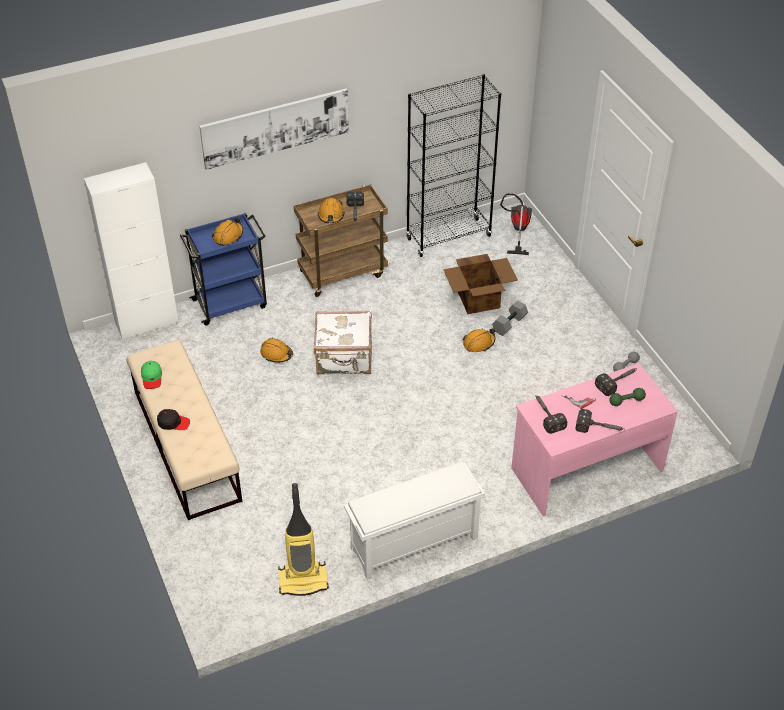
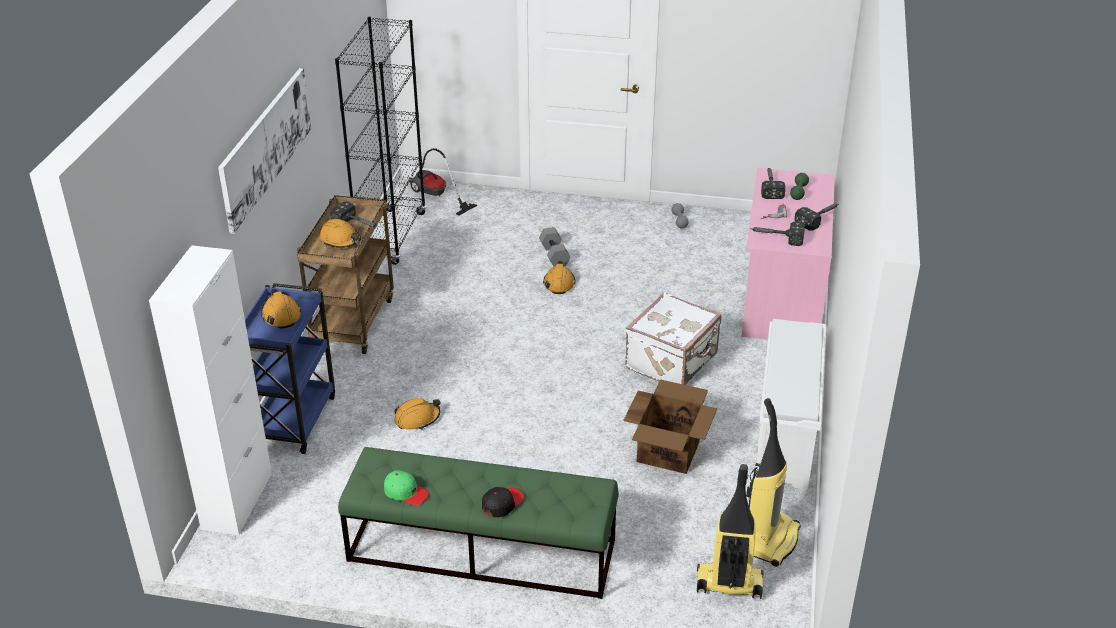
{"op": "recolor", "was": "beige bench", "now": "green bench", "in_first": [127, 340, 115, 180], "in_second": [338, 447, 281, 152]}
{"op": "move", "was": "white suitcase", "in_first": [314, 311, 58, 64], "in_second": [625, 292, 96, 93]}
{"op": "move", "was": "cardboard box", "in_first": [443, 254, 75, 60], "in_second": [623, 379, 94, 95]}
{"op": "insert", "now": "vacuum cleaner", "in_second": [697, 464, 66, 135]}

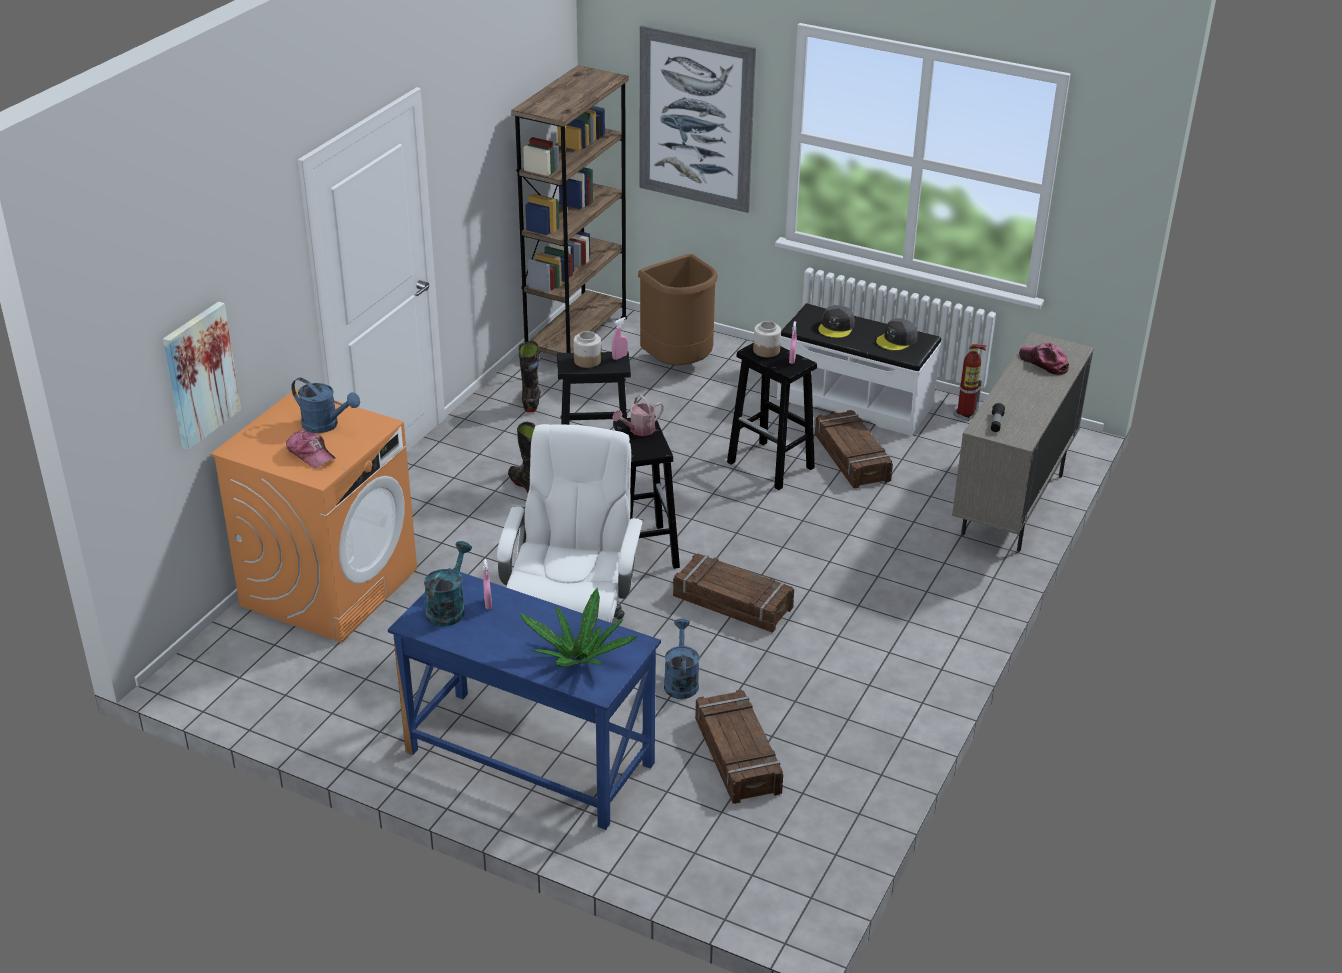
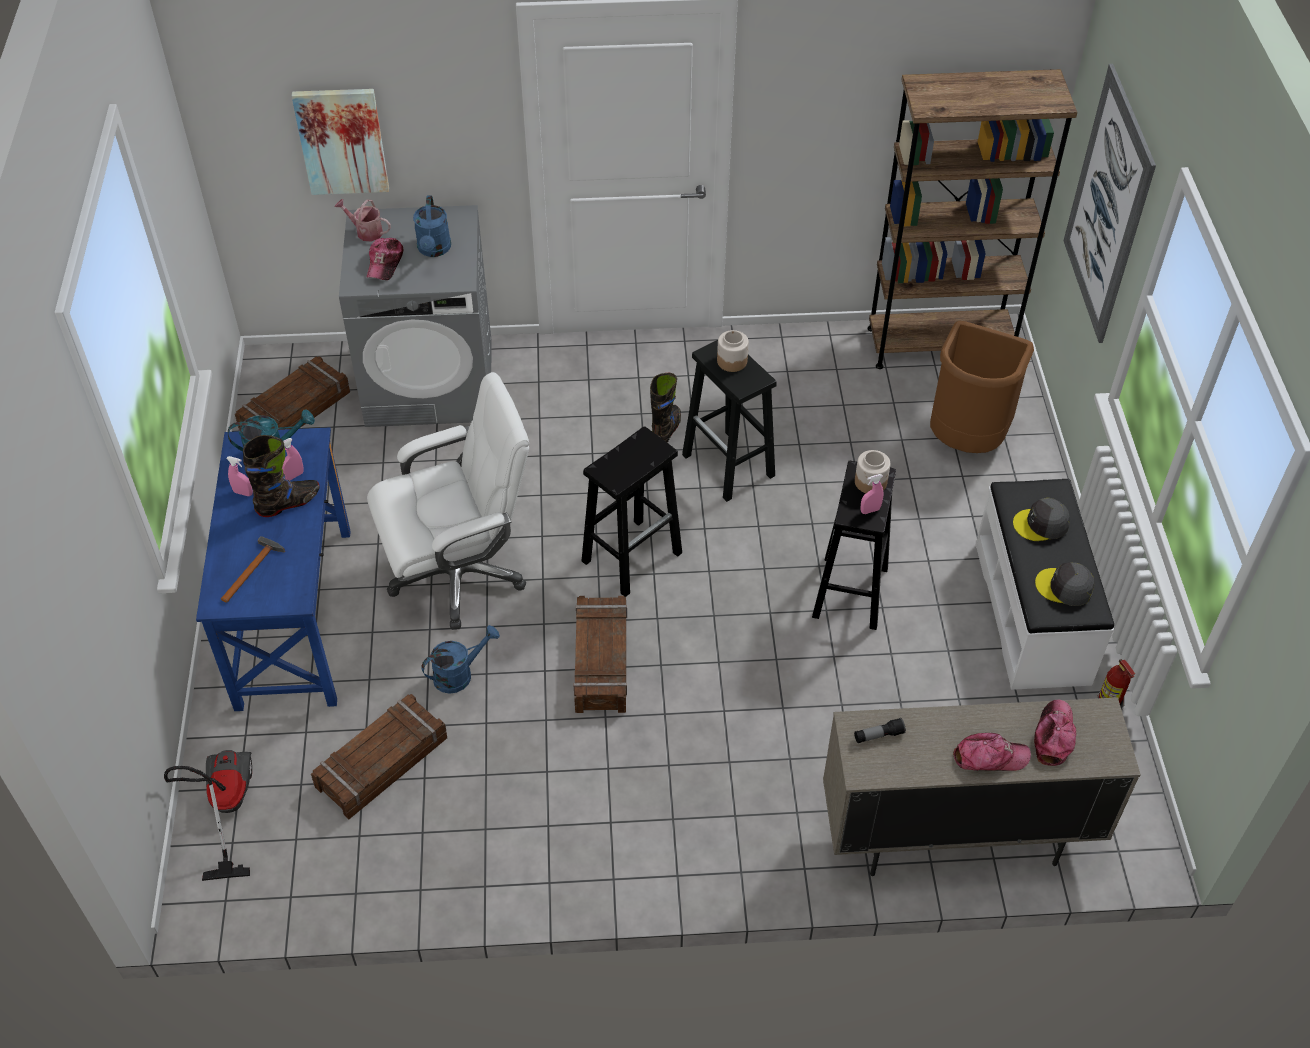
{"op": "recolor", "was": "orange washing machine", "now": "grey washing machine", "in_first": [211, 388, 206, 255], "in_second": [339, 205, 153, 222]}
{"op": "move", "was": "black boot", "in_first": [518, 341, 23, 71], "in_second": [243, 435, 77, 82]}
{"op": "replace", "was": "potted plant", "now": "hammer", "in_first": [520, 588, 118, 79], "in_second": [221, 536, 64, 67]}
{"op": "move", "was": "pink spray bottle", "in_first": [612, 317, 16, 43], "in_second": [226, 456, 27, 40]}
{"op": "move", "was": "watering can", "in_first": [612, 395, 52, 41], "in_second": [335, 199, 56, 43]}
{"op": "move", "was": "crate", "in_first": [815, 410, 78, 78], "in_second": [235, 356, 115, 74]}
{"op": "insert", "now": "vacuum cleaner", "in_second": [164, 750, 88, 131]}
{"op": "insert", "now": "cap", "in_second": [953, 733, 78, 38]}

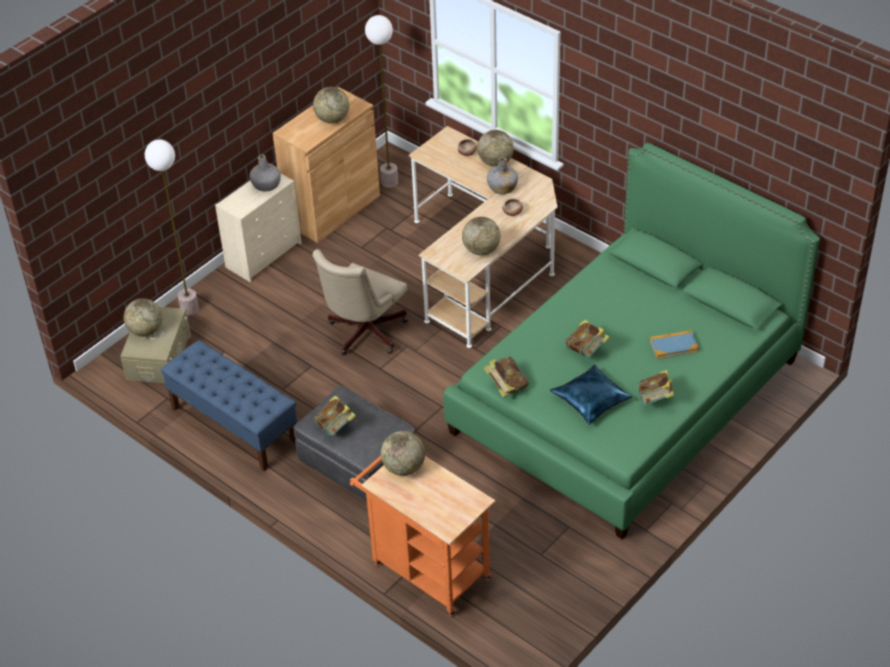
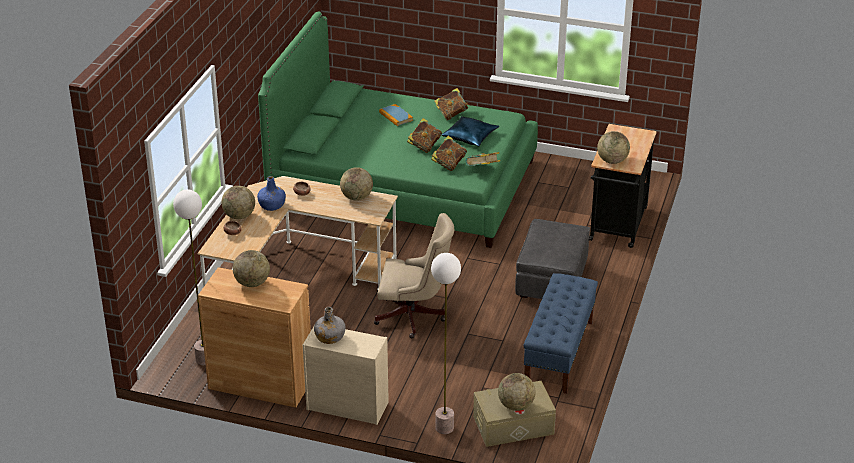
{"op": "move", "was": "book", "in_first": [314, 395, 42, 40], "in_second": [431, 136, 36, 35]}
{"op": "recolor", "was": "orange cart", "now": "black cart", "in_first": [350, 456, 145, 160], "in_second": [589, 124, 68, 124]}
{"op": "recolor", "was": "grey bottle", "now": "blue bottle", "in_first": [487, 157, 31, 37], "in_second": [257, 176, 29, 35]}

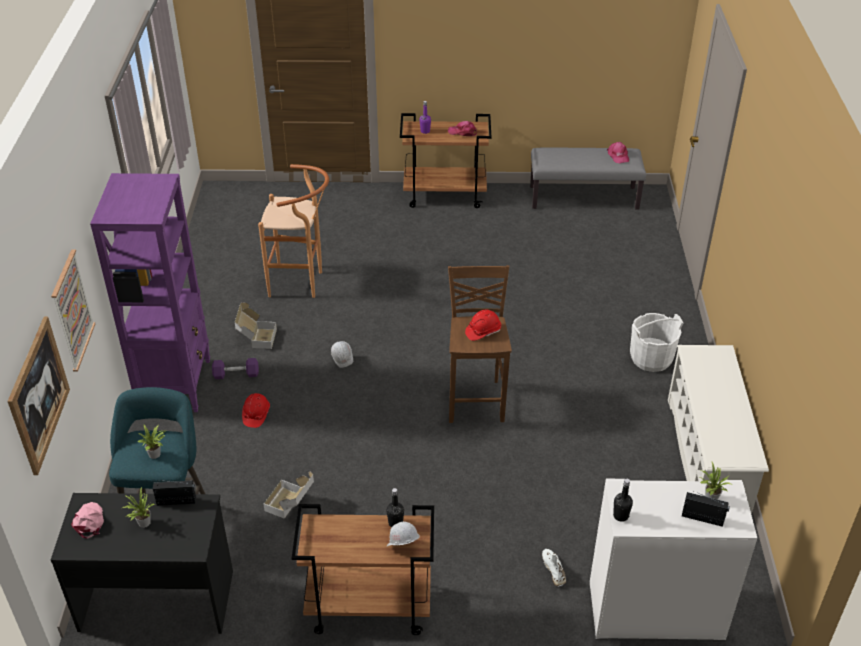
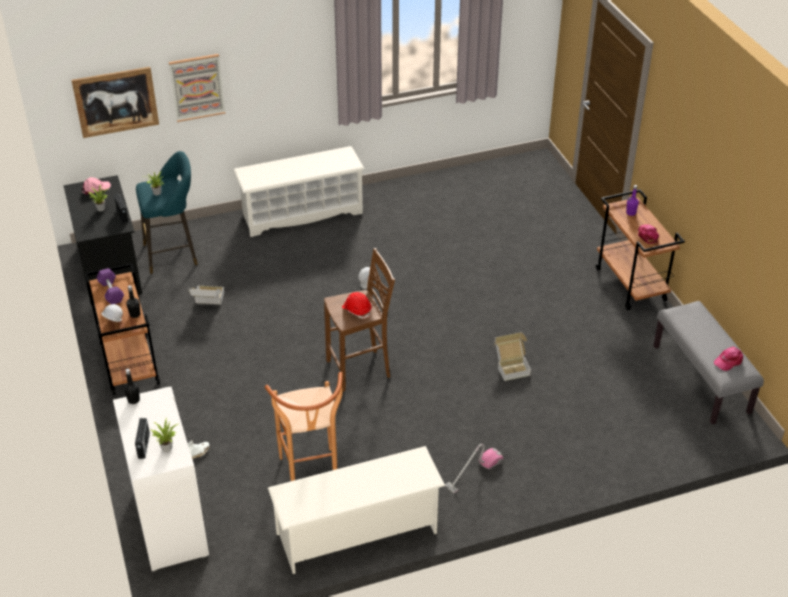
{"op": "replace", "was": "purple bookcase", "now": "white shoe rack", "in_first": [90, 173, 120, 239], "in_second": [233, 146, 131, 91]}
{"op": "move", "was": "purple dumbbell", "in_first": [212, 358, 47, 21], "in_second": [96, 268, 28, 36]}
{"op": "move", "was": "cardboard box", "in_first": [235, 303, 42, 46], "in_second": [494, 332, 37, 49]}
{"op": "delete", "was": "red hard hat", "in_first": [242, 393, 28, 35]}
{"op": "move", "was": "brown stool", "in_first": [258, 164, 71, 134], "in_second": [265, 372, 78, 109]}
{"op": "replace", "was": "white bucket", "now": "vacuum cleaner", "in_first": [630, 313, 53, 59], "in_second": [445, 444, 58, 50]}

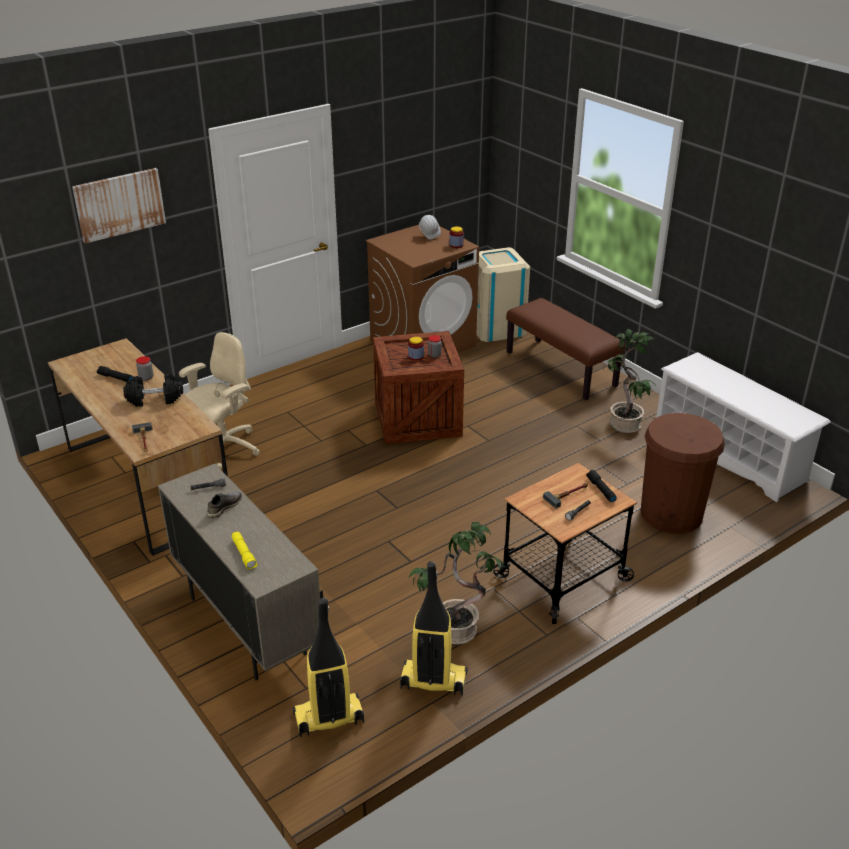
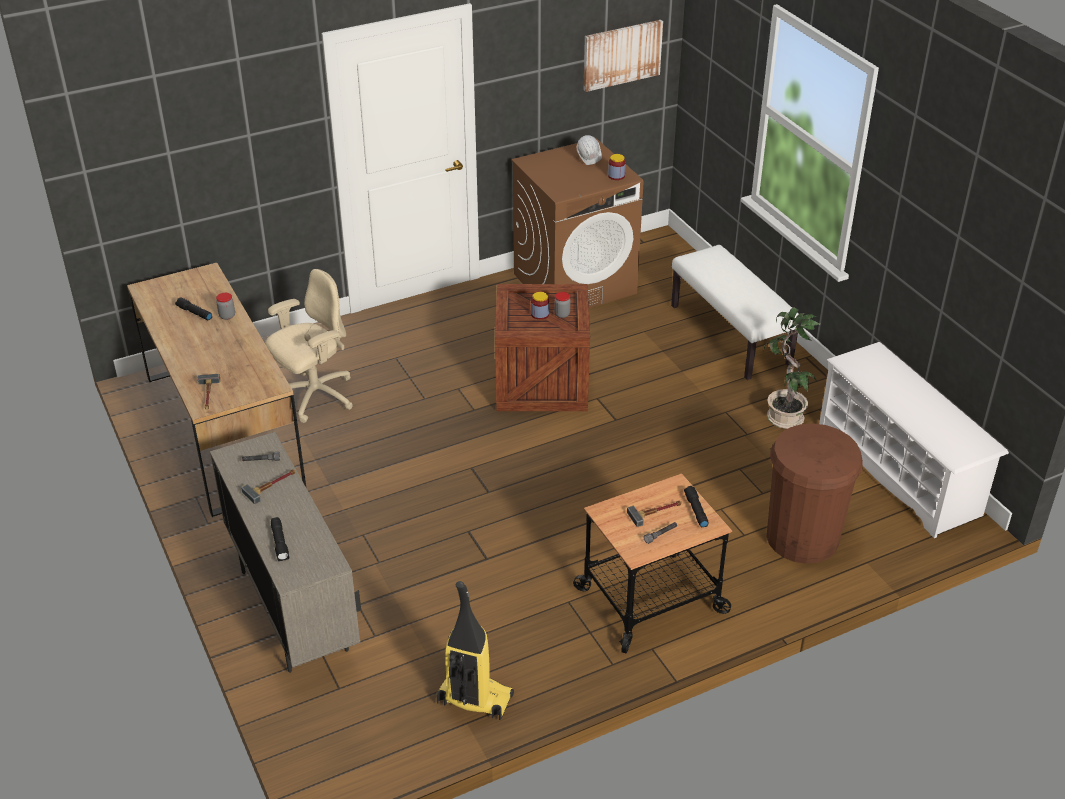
{"op": "move", "was": "picture", "in_first": [72, 168, 94, 75], "in_second": [583, 20, 80, 72]}
{"op": "delete", "was": "black dumbbell", "in_first": [124, 373, 59, 34]}
{"op": "replace", "was": "grey shoe", "now": "hammer", "in_first": [207, 492, 35, 26], "in_second": [241, 469, 55, 35]}
{"op": "recolor", "was": "yellow flashlight", "now": "black flashlight", "in_first": [232, 532, 25, 37], "in_second": [271, 517, 18, 44]}
{"op": "delete", "was": "vacuum cleaner", "in_first": [293, 598, 71, 139]}
{"op": "delete", "was": "potted plant", "in_first": [408, 522, 95, 123]}
{"op": "delete", "was": "beige trash can", "in_first": [476, 247, 54, 95]}
{"op": "recolor", "was": "brown bench", "now": "white bench", "in_first": [506, 298, 119, 102], "in_second": [671, 245, 127, 135]}

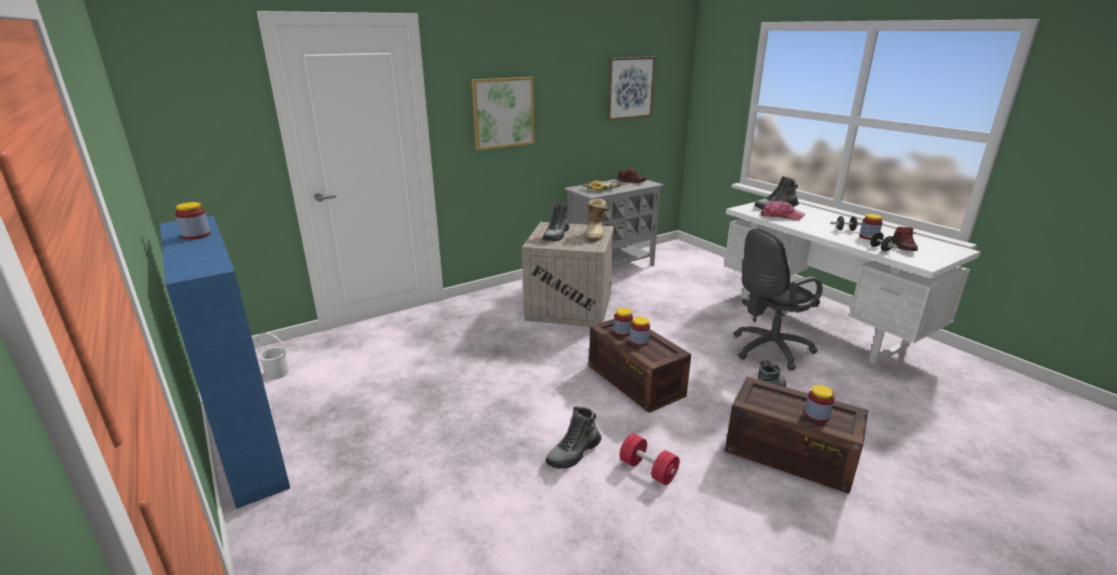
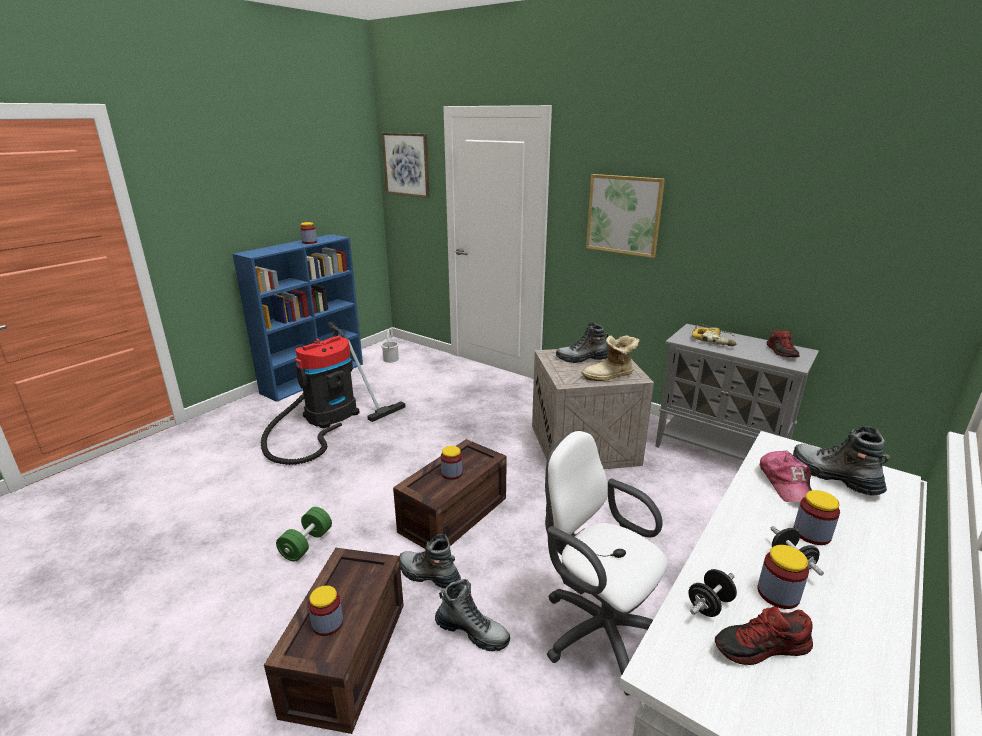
{"op": "move", "was": "boot", "in_first": [546, 406, 55, 63], "in_second": [399, 534, 62, 55]}
{"op": "move", "was": "picture", "in_first": [607, 57, 49, 64], "in_second": [382, 133, 48, 65]}
{"op": "move", "was": "jar", "in_first": [614, 308, 19, 29], "in_second": [794, 490, 46, 55]}
{"op": "recolor", "was": "red dumbbell", "now": "green dumbbell", "in_first": [619, 433, 61, 52], "in_second": [276, 507, 56, 55]}
{"op": "recolor", "was": "black office chair", "now": "white office chair", "in_first": [733, 229, 90, 141], "in_second": [545, 430, 123, 265]}
{"op": "insert", "now": "vacuum cleaner", "in_second": [261, 322, 145, 143]}

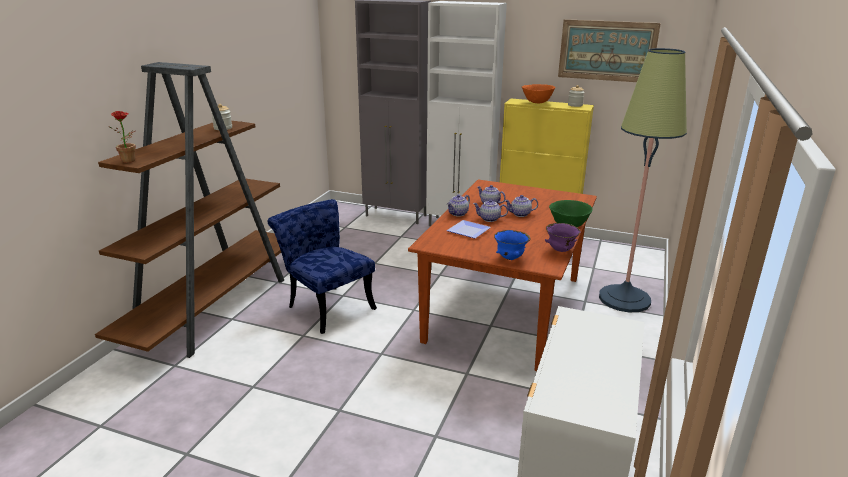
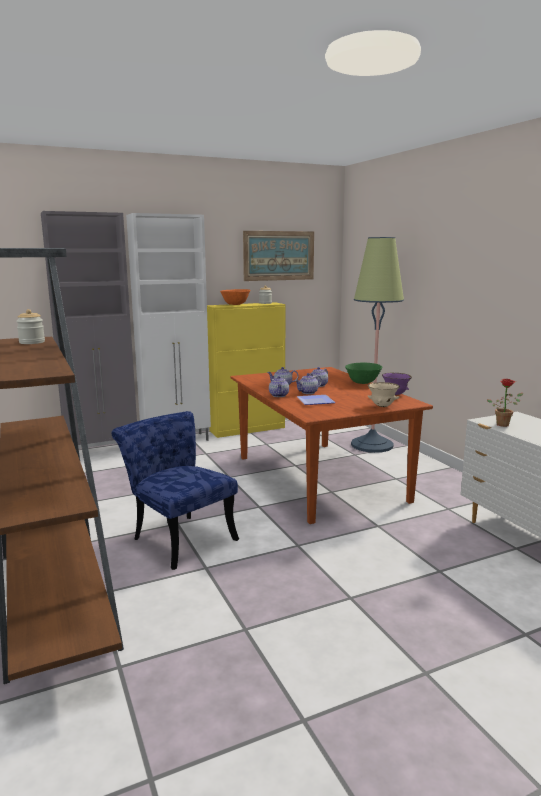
{"op": "move", "was": "potted plant", "in_first": [108, 111, 28, 52], "in_second": [487, 379, 36, 48]}
{"op": "rotate", "was": "blue chair", "in_first": [268, 199, 109, 135], "in_second": [112, 411, 127, 159], "clockwise": 45}
{"op": "recolor", "was": "blue bowl", "now": "beige bowl", "in_first": [494, 230, 36, 30], "in_second": [368, 382, 32, 25]}

